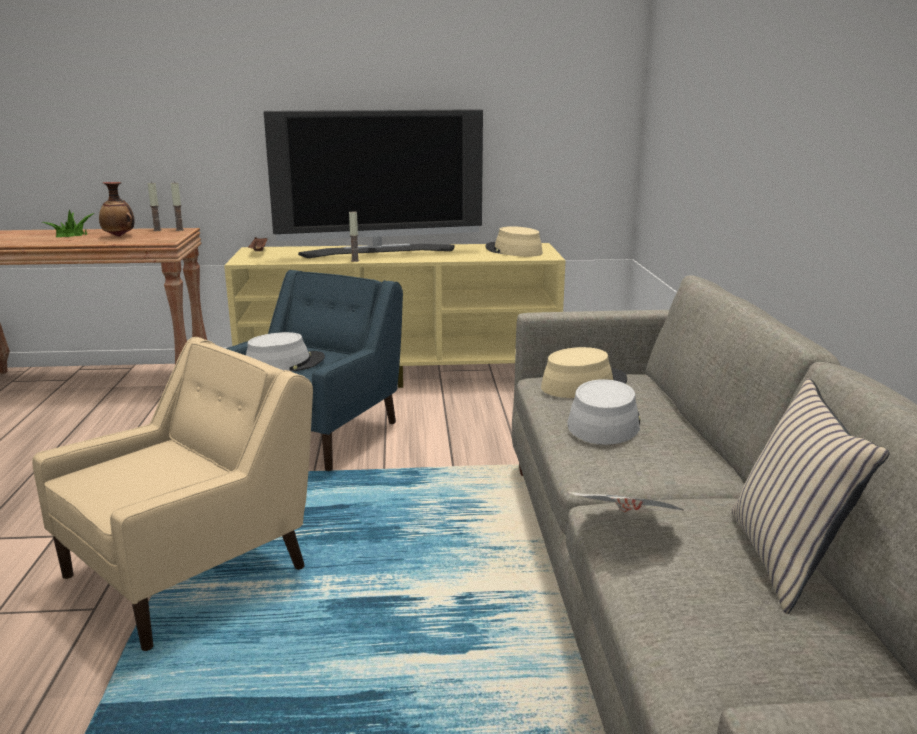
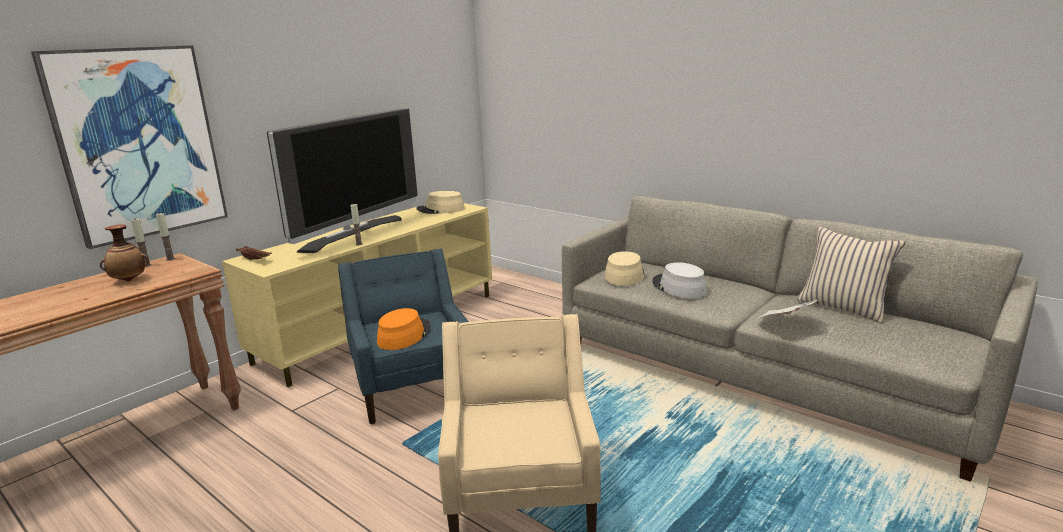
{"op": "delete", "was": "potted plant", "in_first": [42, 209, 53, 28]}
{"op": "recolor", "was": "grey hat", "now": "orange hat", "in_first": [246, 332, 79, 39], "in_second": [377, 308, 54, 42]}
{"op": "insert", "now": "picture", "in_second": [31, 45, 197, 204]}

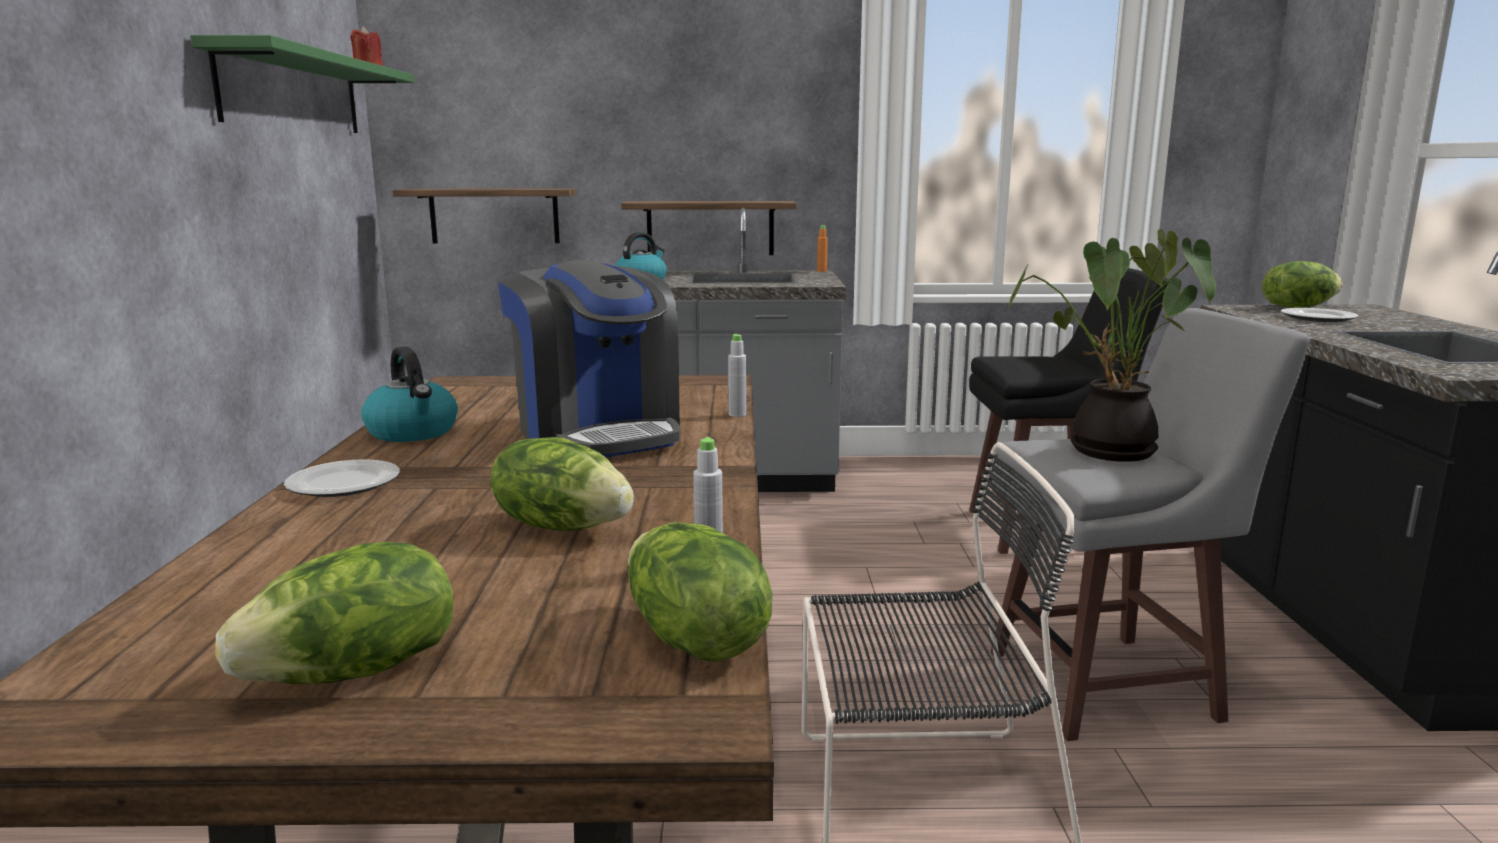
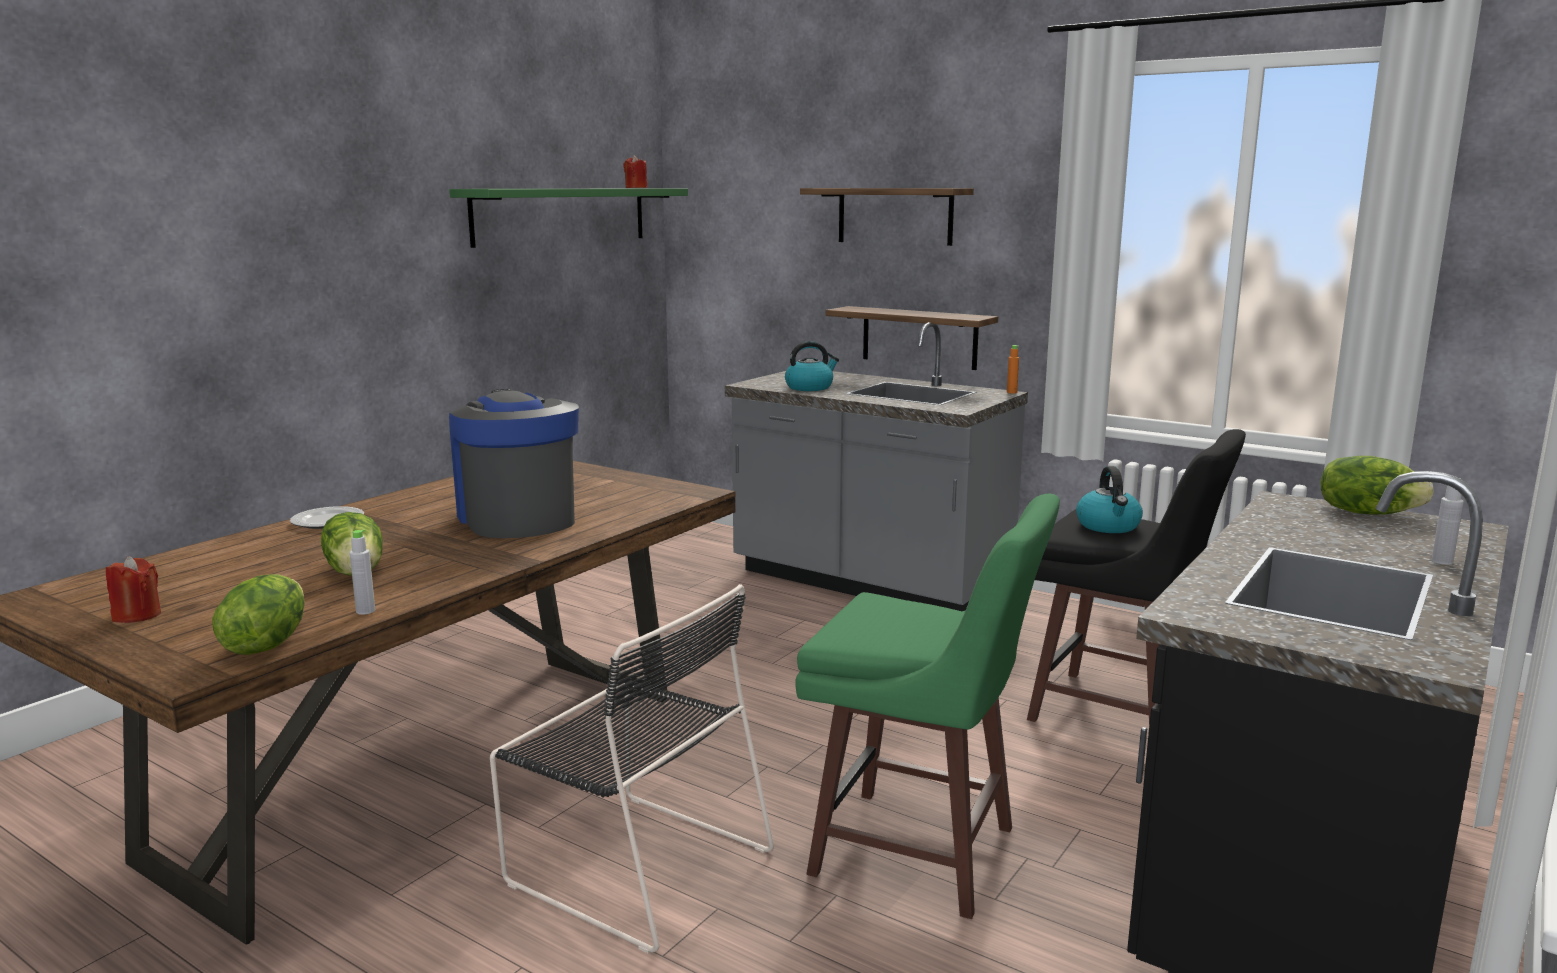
{"op": "replace", "was": "lettuce", "now": "red candle", "in_first": [215, 542, 239, 142], "in_second": [106, 556, 55, 67]}
{"op": "move", "was": "kettle", "in_first": [361, 346, 97, 96], "in_second": [1076, 466, 67, 67]}
{"op": "move", "was": "shelf", "in_first": [392, 188, 185, 55], "in_second": [800, 188, 174, 58]}
{"op": "rotate", "was": "coffee machine", "in_first": [498, 260, 182, 197], "in_second": [449, 389, 130, 149], "clockwise": 150}
{"op": "move", "was": "grey bottle", "in_first": [728, 334, 18, 83], "in_second": [1431, 478, 33, 87]}
{"op": "recolor", "was": "grey stool", "now": "green stool", "in_first": [990, 308, 320, 433], "in_second": [795, 494, 265, 425]}
{"op": "delete", "was": "potted plant", "in_first": [1005, 229, 211, 233]}
{"op": "delete", "was": "plate", "in_first": [1281, 308, 78, 14]}

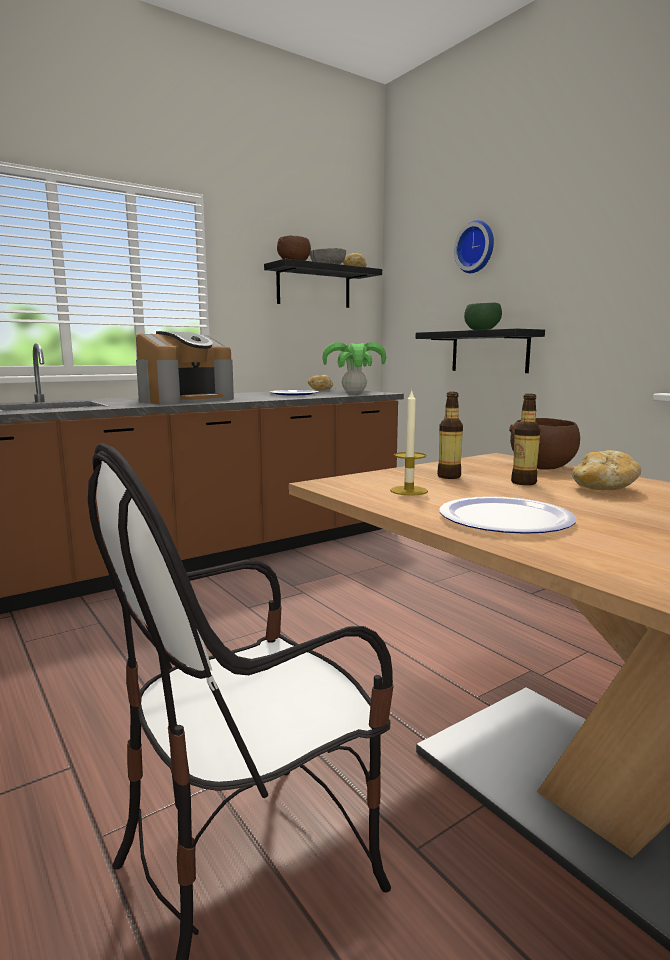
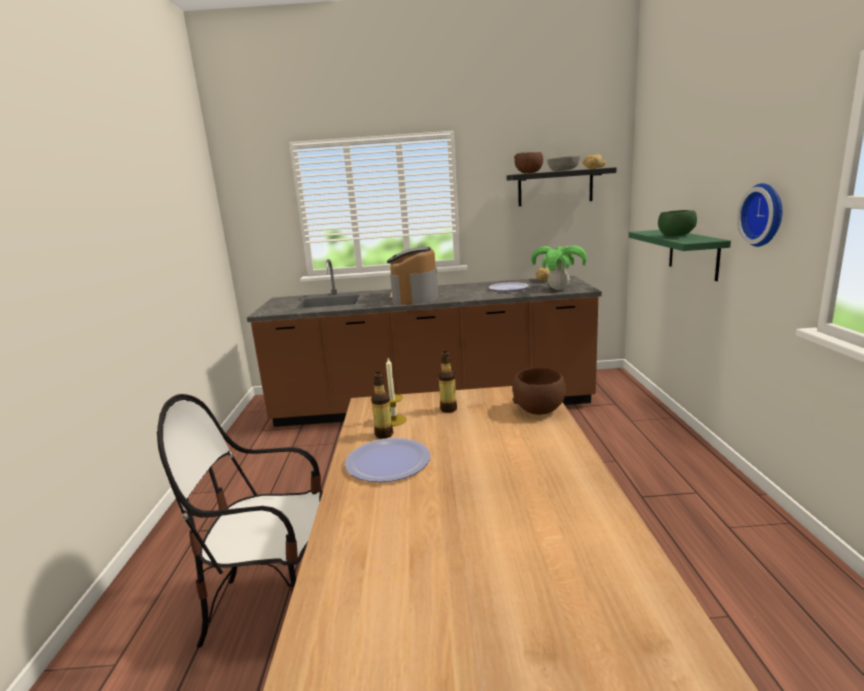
{"op": "rotate", "was": "coffee machine", "in_first": [136, 331, 98, 74], "in_second": [387, 247, 51, 58], "clockwise": 105}
{"op": "recolor", "was": "black shelf", "now": "green shelf", "in_first": [416, 328, 129, 45], "in_second": [628, 230, 103, 51]}
{"op": "move", "was": "wall clock", "in_first": [454, 220, 40, 53], "in_second": [737, 183, 45, 64]}
{"op": "move", "was": "bottle", "in_first": [511, 394, 30, 91], "in_second": [371, 372, 22, 67]}
{"op": "delete", "was": "bread", "in_first": [572, 450, 69, 40]}

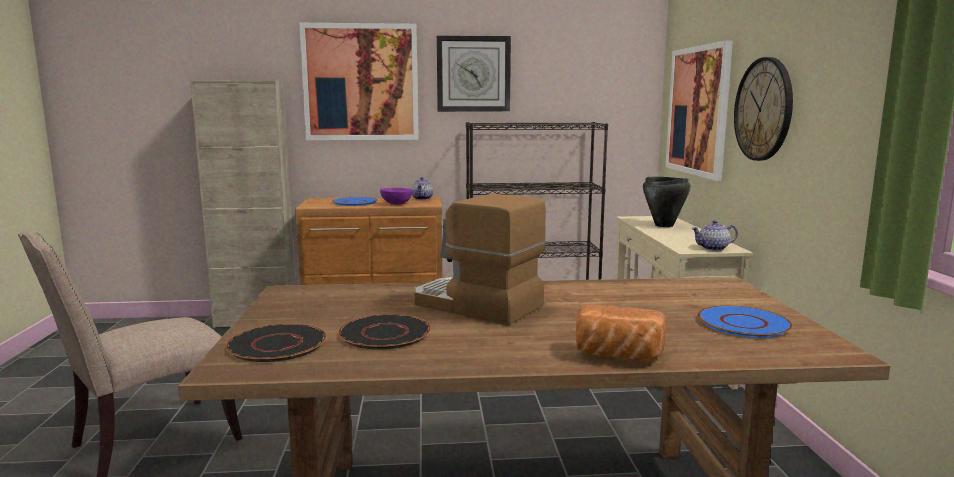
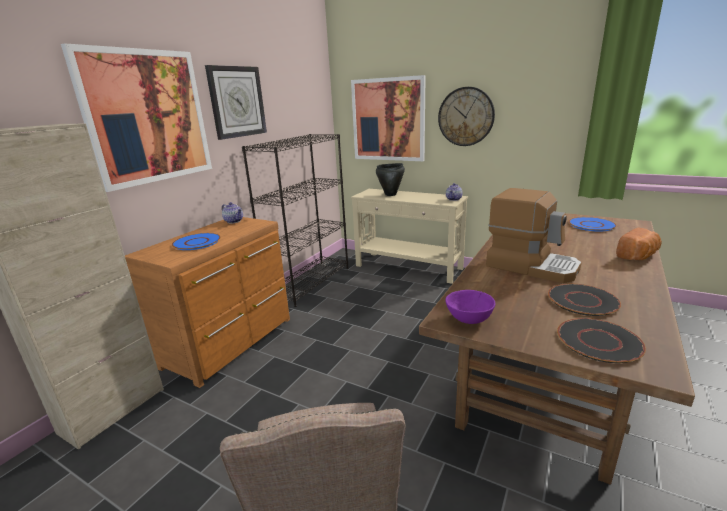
{"op": "move", "was": "purple bowl", "in_first": [380, 188, 33, 17], "in_second": [445, 290, 50, 34]}
{"op": "rotate", "was": "coffee machine", "in_first": [414, 194, 132, 131], "in_second": [486, 188, 96, 95], "clockwise": -120}

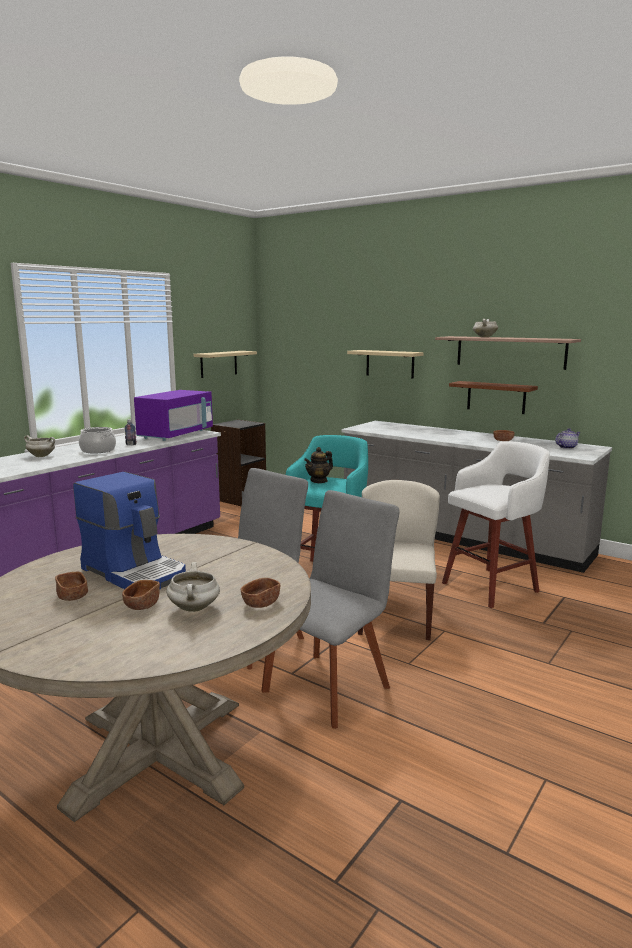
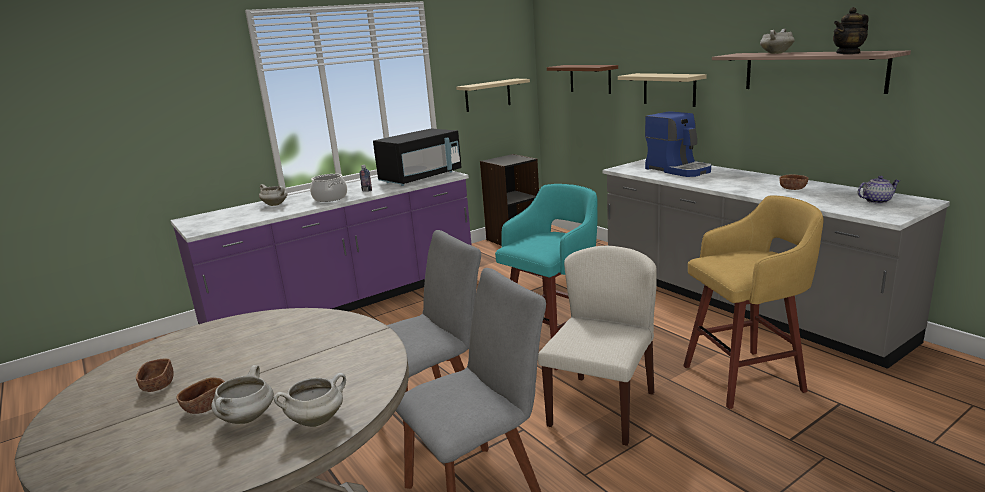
{"op": "move", "was": "coffee machine", "in_first": [73, 472, 113, 117], "in_second": [645, 111, 66, 66]}
{"op": "recolor", "was": "purple microwave", "now": "black microwave", "in_first": [134, 390, 79, 51], "in_second": [373, 128, 89, 58]}
{"op": "replace", "was": "brown bowl", "now": "white cooking pot", "in_first": [241, 578, 39, 30], "in_second": [274, 373, 72, 54]}
{"op": "move", "was": "teapot", "in_first": [304, 447, 29, 36], "in_second": [833, 7, 36, 47]}
{"op": "recolor", "was": "white stool", "now": "yellow stool", "in_first": [442, 441, 108, 167], "in_second": [683, 195, 140, 214]}
{"op": "move", "was": "brown shelf", "in_first": [449, 381, 89, 33], "in_second": [547, 65, 71, 29]}

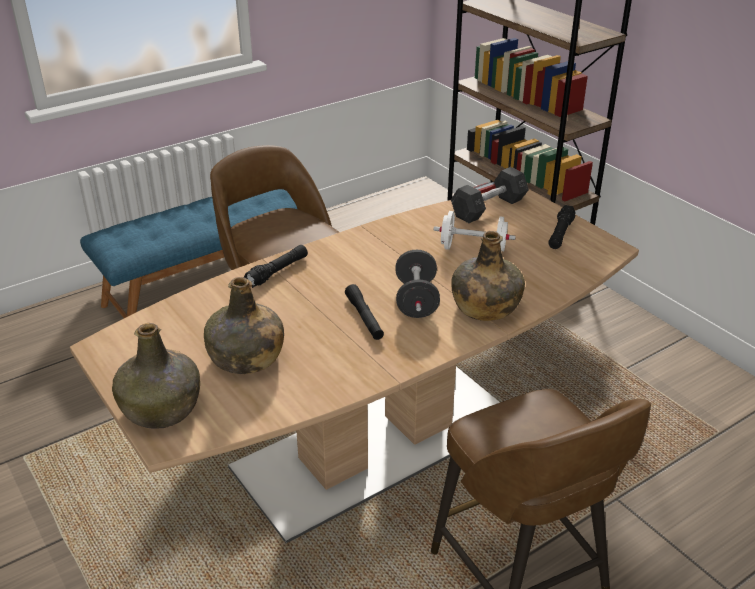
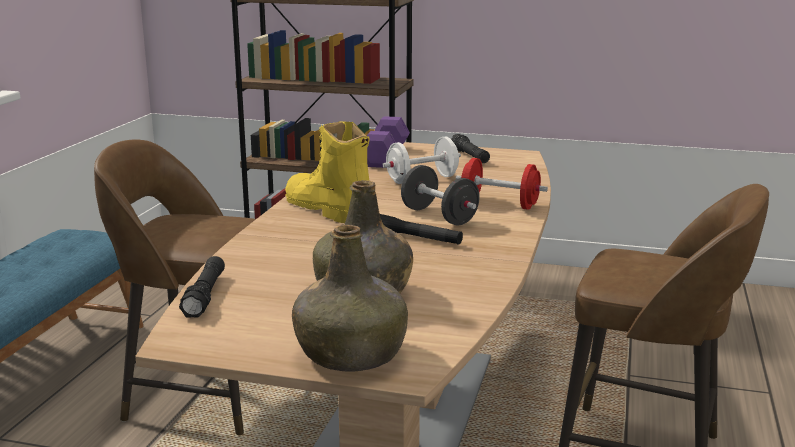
{"op": "move", "was": "black flashlight", "in_first": [244, 245, 64, 43], "in_second": [179, 256, 46, 62]}
{"op": "recolor", "was": "grey dumbbell", "now": "purple dumbbell", "in_first": [451, 167, 78, 56], "in_second": [367, 116, 43, 52]}
{"op": "replace", "was": "green bottle", "now": "red dumbbell", "in_first": [451, 231, 74, 90], "in_second": [456, 158, 92, 52]}
{"op": "insert", "now": "yellow boot", "in_second": [285, 122, 85, 101]}

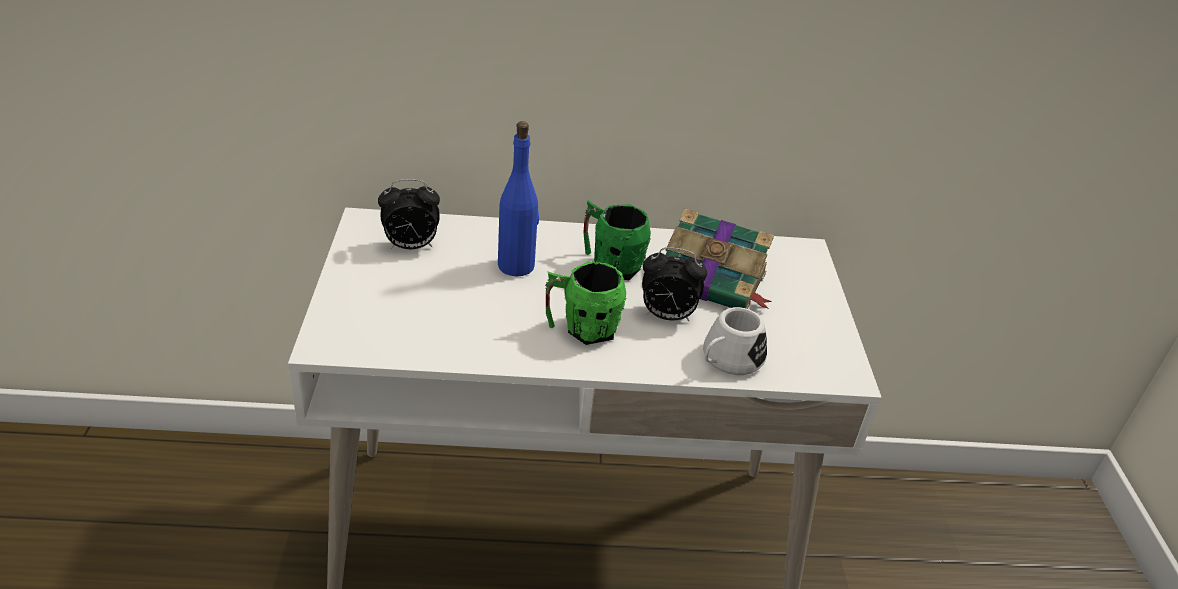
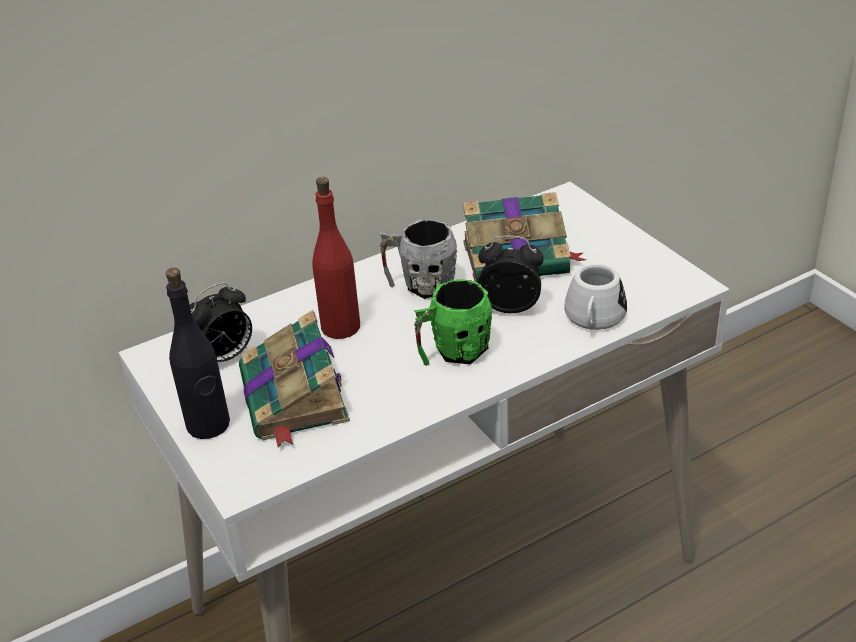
{"op": "recolor", "was": "blue bottle", "now": "red bottle", "in_first": [498, 121, 41, 156], "in_second": [312, 177, 48, 162]}
{"op": "recolor", "was": "green mug", "now": "grey mug", "in_first": [583, 200, 68, 81], "in_second": [380, 219, 78, 80]}
{"op": "rotate", "was": "alarm clock", "in_first": [642, 247, 65, 74], "in_second": [478, 236, 66, 77], "clockwise": -150}
{"op": "insert", "now": "black bottle", "in_second": [166, 268, 64, 171]}
{"op": "insert", "now": "book", "in_second": [239, 310, 111, 138]}

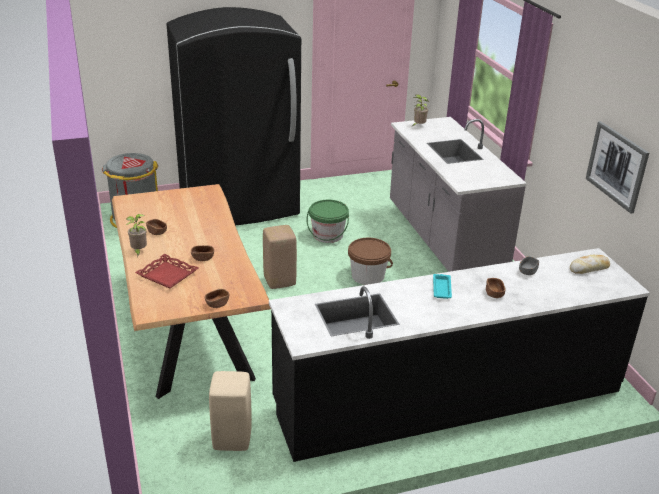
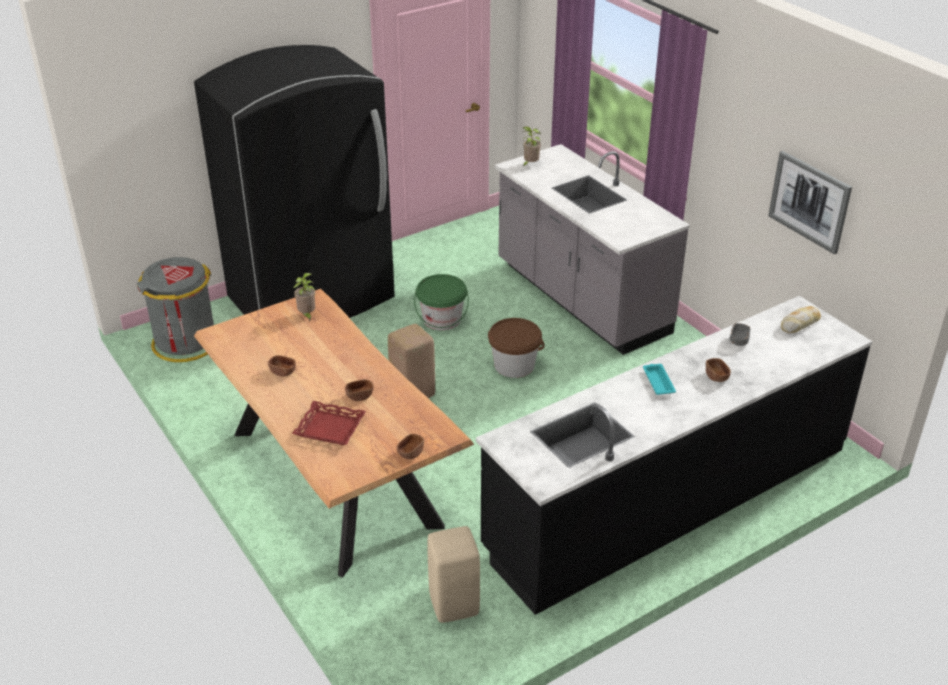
{"op": "move", "was": "potted plant", "in_first": [126, 214, 21, 43], "in_second": [293, 273, 22, 48]}

